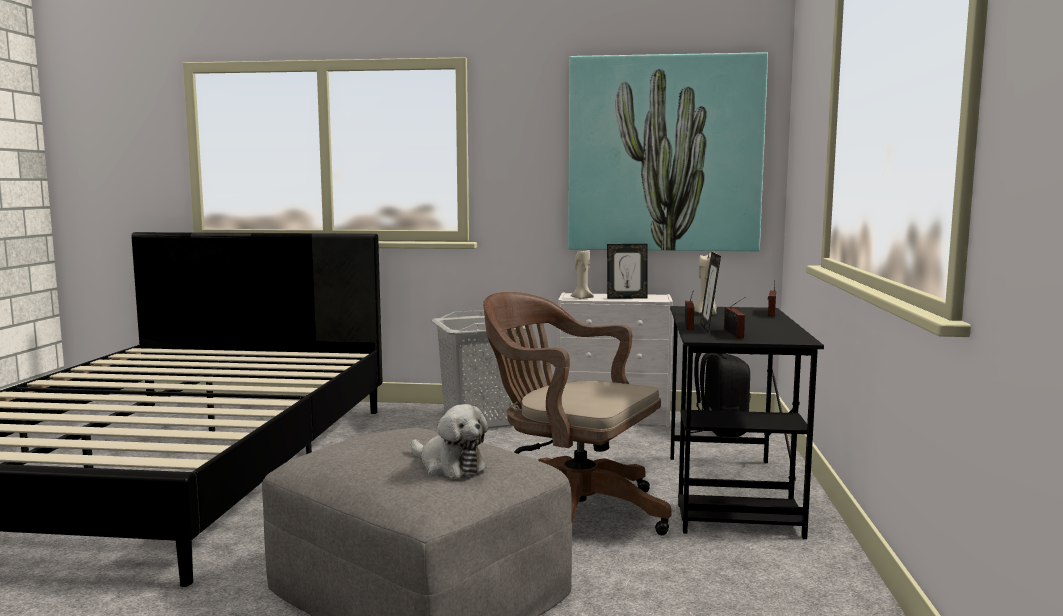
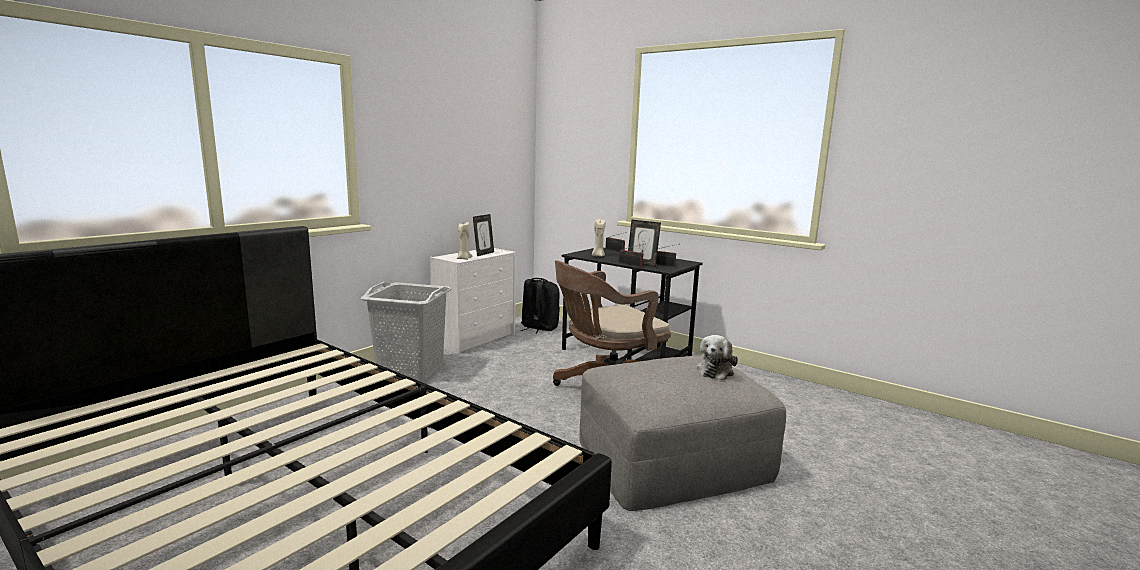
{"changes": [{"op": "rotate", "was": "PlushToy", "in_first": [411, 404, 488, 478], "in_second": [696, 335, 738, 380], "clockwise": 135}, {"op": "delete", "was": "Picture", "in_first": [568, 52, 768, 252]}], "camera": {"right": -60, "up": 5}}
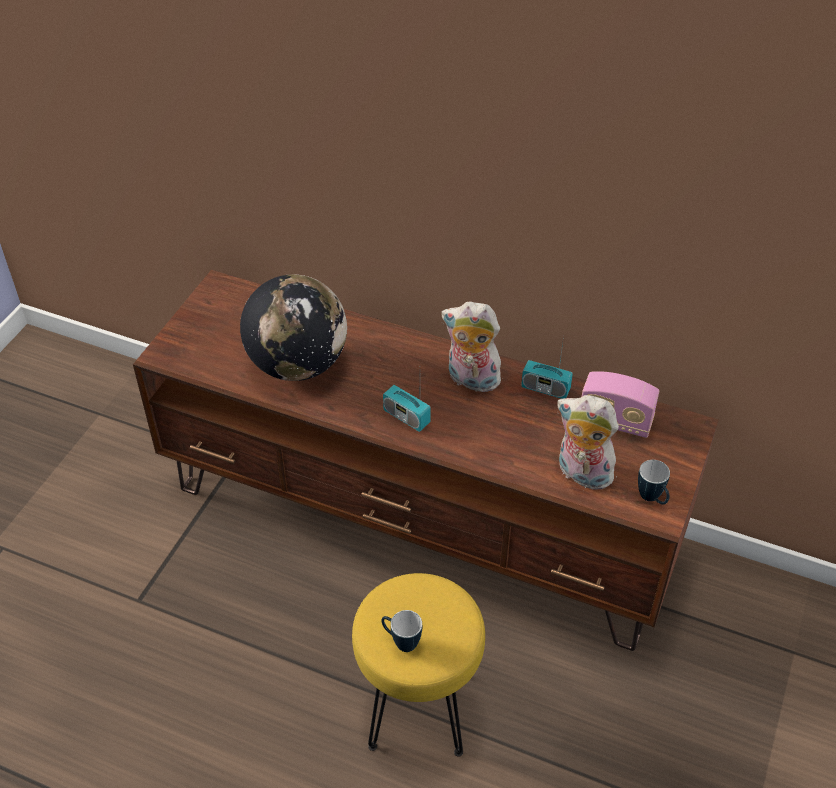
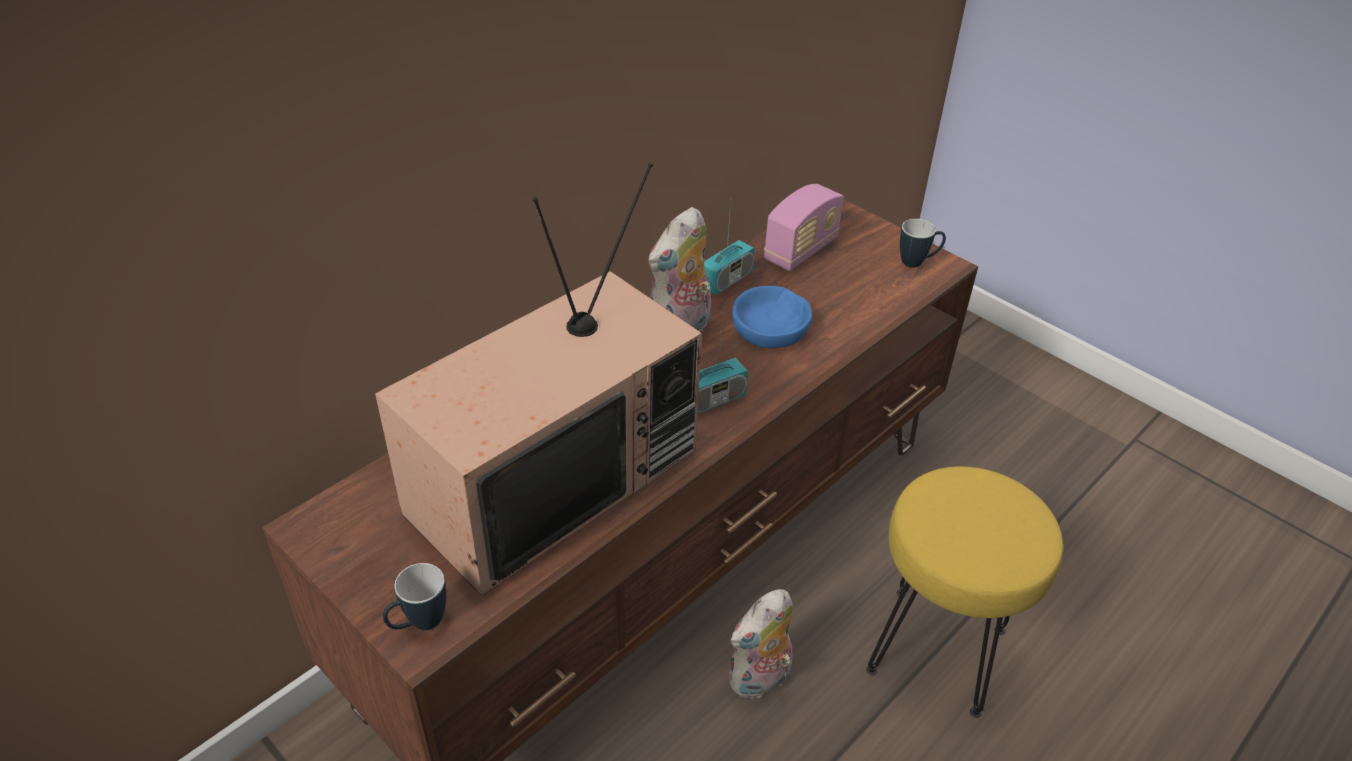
{"changes": [{"op": "replace", "was": "Globe", "now": "Television", "in_first": [240, 274, 347, 381], "in_second": [375, 163, 702, 596]}, {"op": "move", "was": "Mug", "in_first": [381, 610, 422, 652], "in_second": [383, 563, 446, 630]}, {"op": "move", "was": "PlushToy", "in_first": [557, 395, 619, 490], "in_second": [729, 589, 793, 699]}, {"op": "insert", "now": "BlueBowl", "in_second": [732, 286, 812, 348]}], "camera": {"right": -70, "up": -5}}
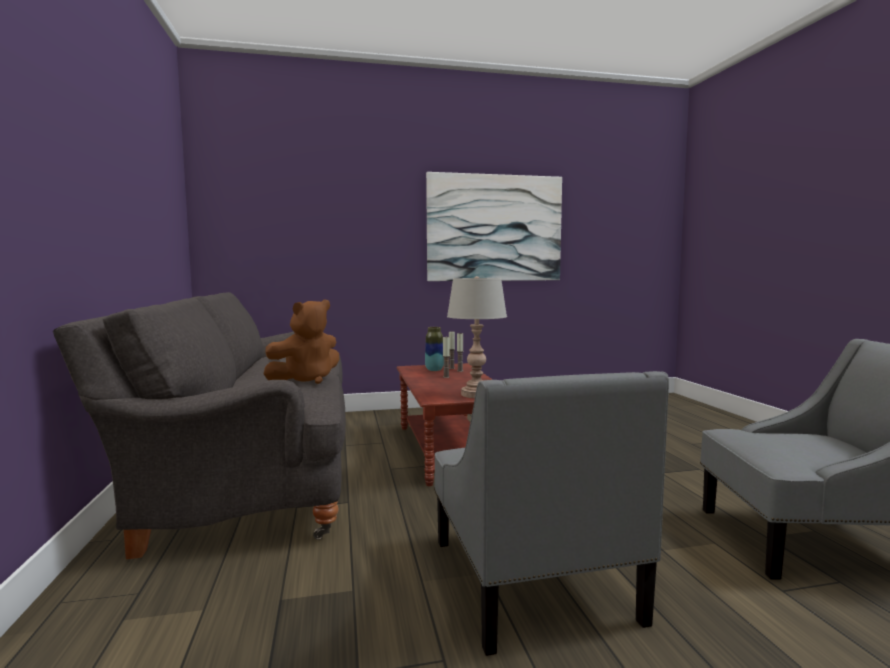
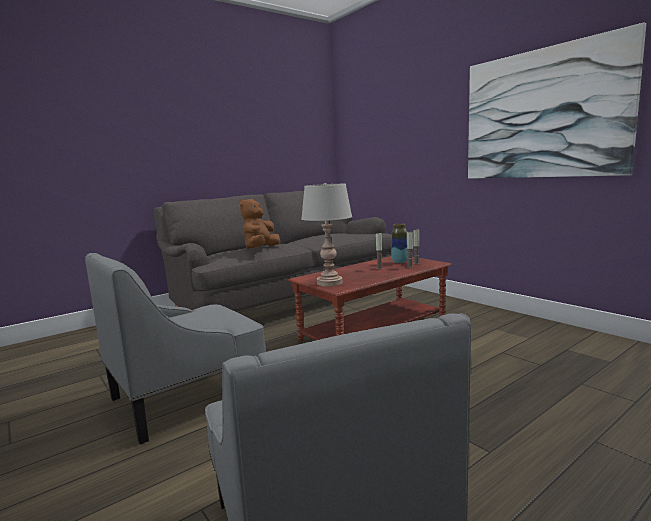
{"changes": [{"op": "rotate", "was": "BrownPlushToy", "in_first": [263, 299, 339, 384], "in_second": [239, 199, 280, 249], "clockwise": 90}], "camera": {"right": 65, "up": 5}}
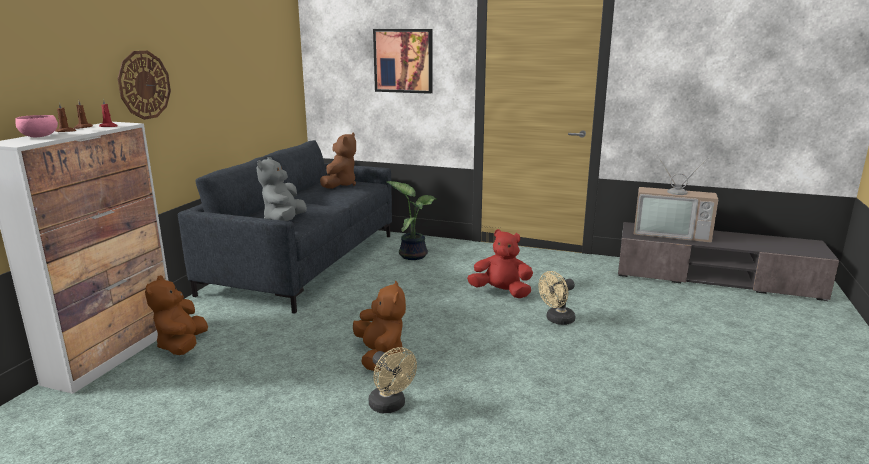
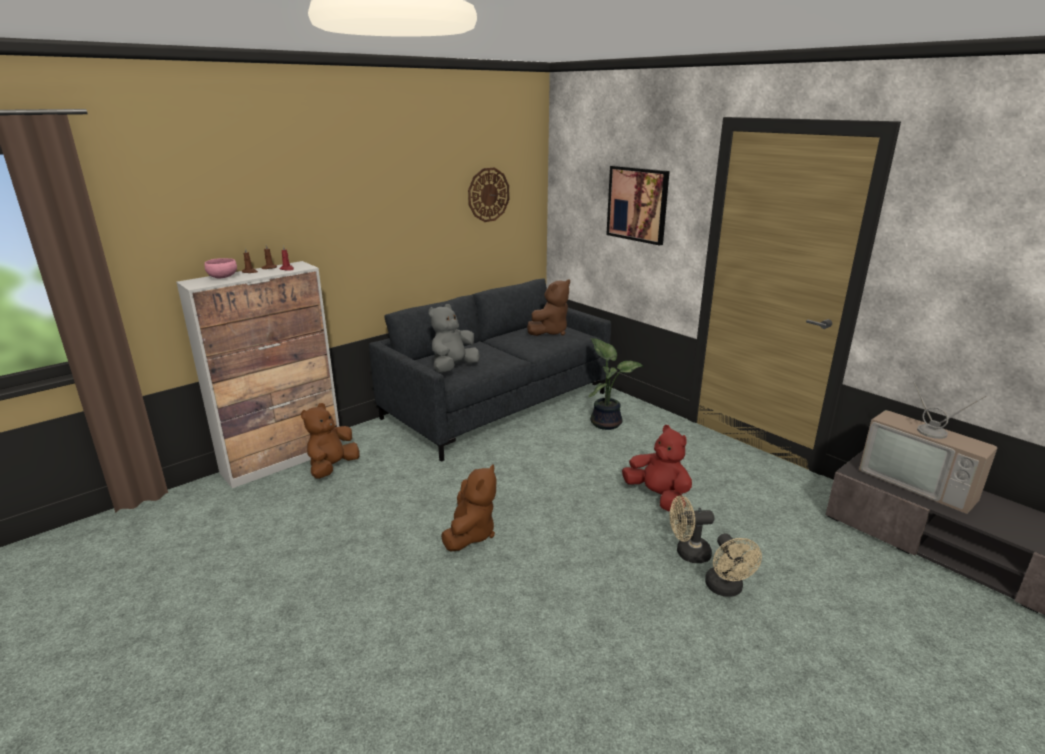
{"changes": [{"op": "move", "was": "WallClock", "in_first": [118, 51, 171, 120], "in_second": [468, 167, 509, 222]}, {"op": "move", "was": "BeigeFan", "in_first": [368, 347, 417, 413], "in_second": [705, 533, 762, 597]}], "camera": {"right": 30, "up": 5}}
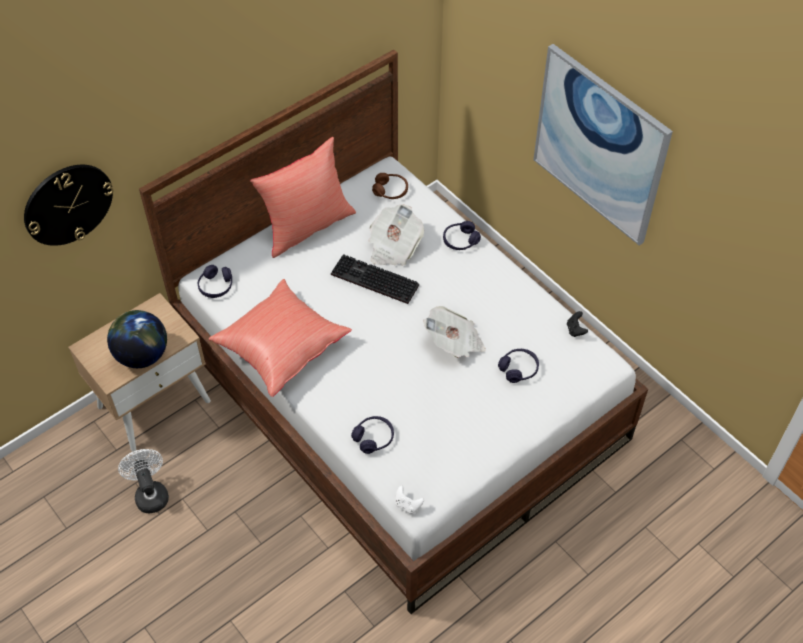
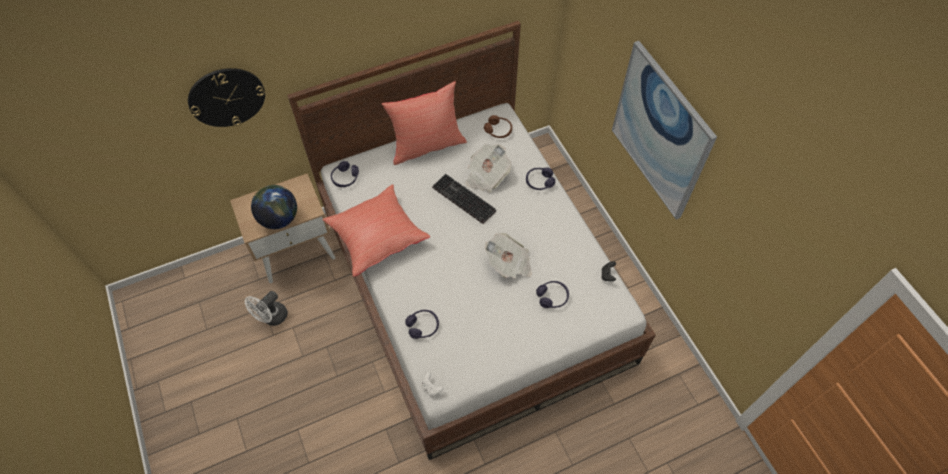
{"changes": [{"op": "rotate", "was": "WhiteFan", "in_first": [118, 449, 169, 513], "in_second": [245, 291, 288, 326], "clockwise": -135}], "camera": {"right": 15, "up": 5}}
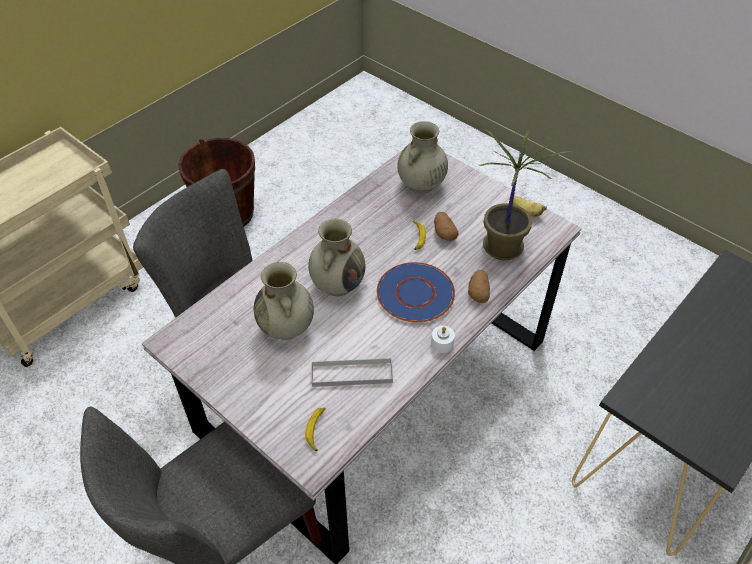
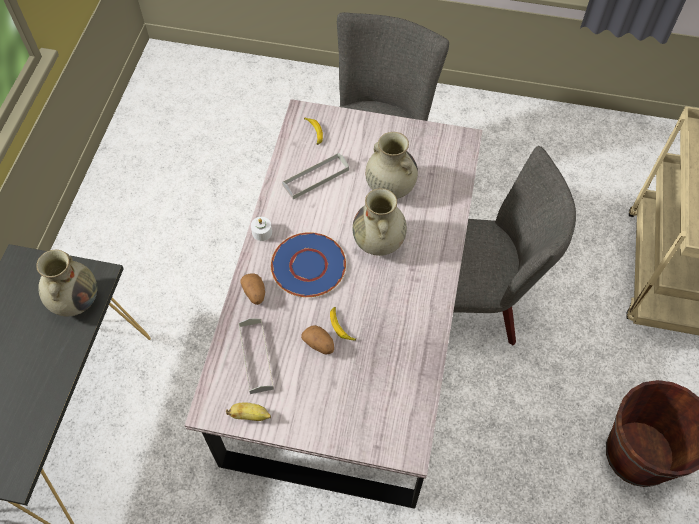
{"changes": [{"op": "move", "was": "BeigeVase", "in_first": [397, 121, 448, 194], "in_second": [36, 250, 97, 316]}, {"op": "replace", "was": "PottedPlant", "now": "GreyTray", "in_first": [480, 128, 572, 260], "in_second": [238, 318, 274, 394]}], "camera": {"right": 150, "up": 10}}
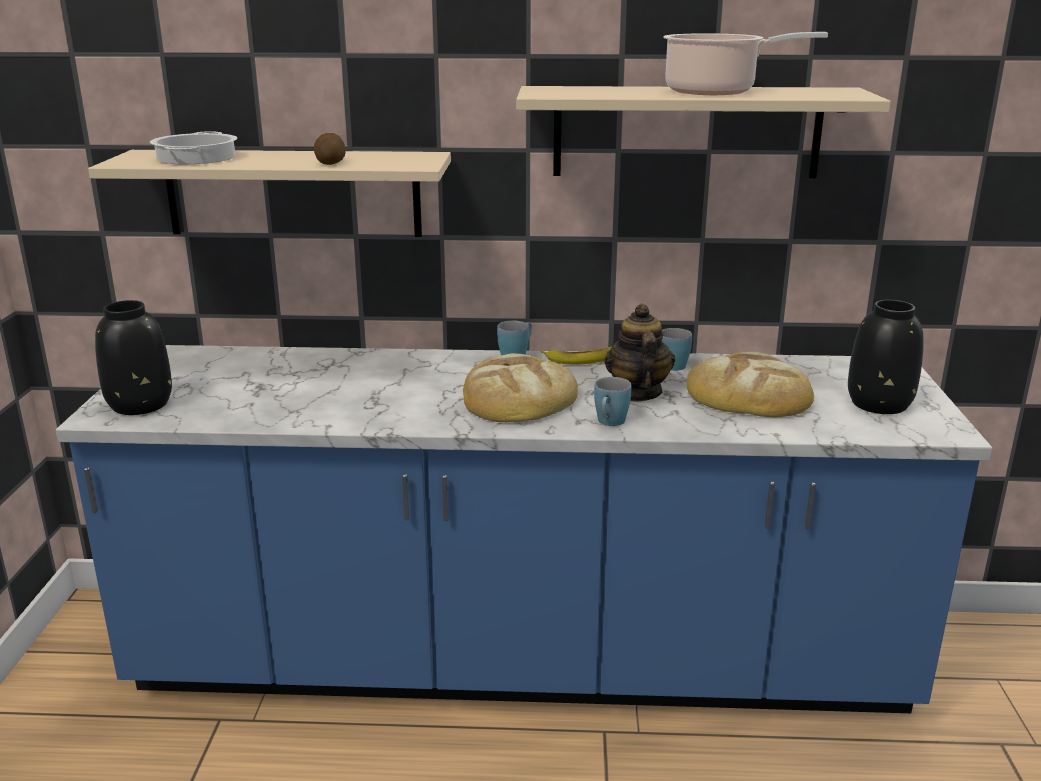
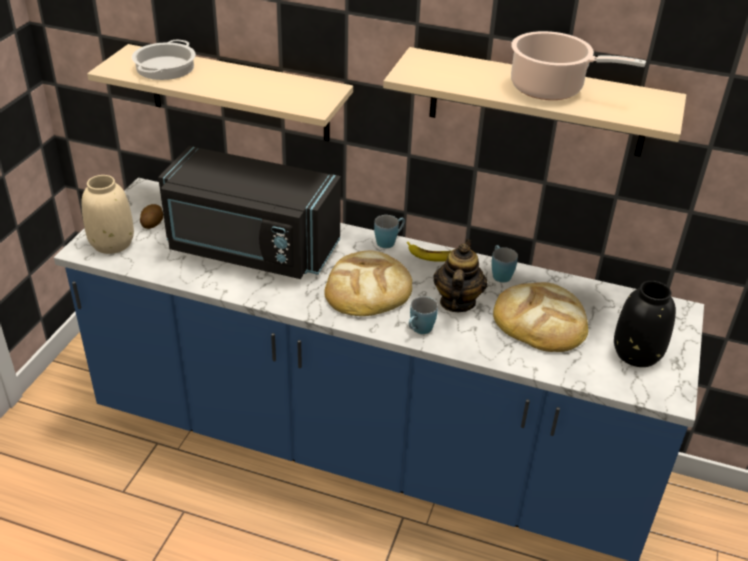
{"changes": [{"op": "recolor", "was": "BlackVase", "now": "BeigeVase", "in_first": [95, 300, 172, 415], "in_second": [82, 175, 134, 254]}, {"op": "move", "was": "Potato", "in_first": [314, 133, 346, 165], "in_second": [140, 204, 163, 229]}, {"op": "insert", "now": "BlackMicrowave", "in_second": [158, 146, 341, 279]}], "camera": {"right": 15, "up": 15}}
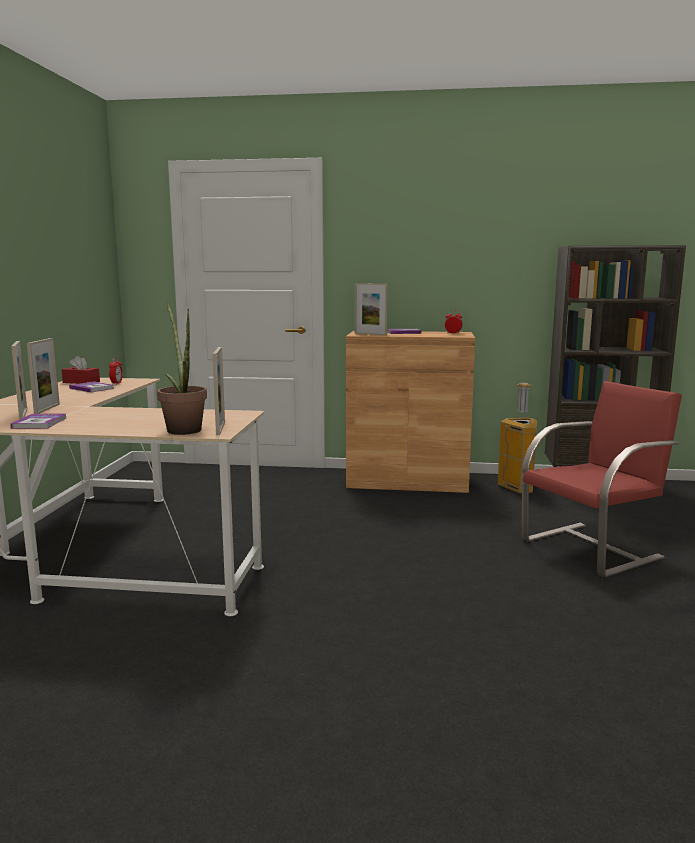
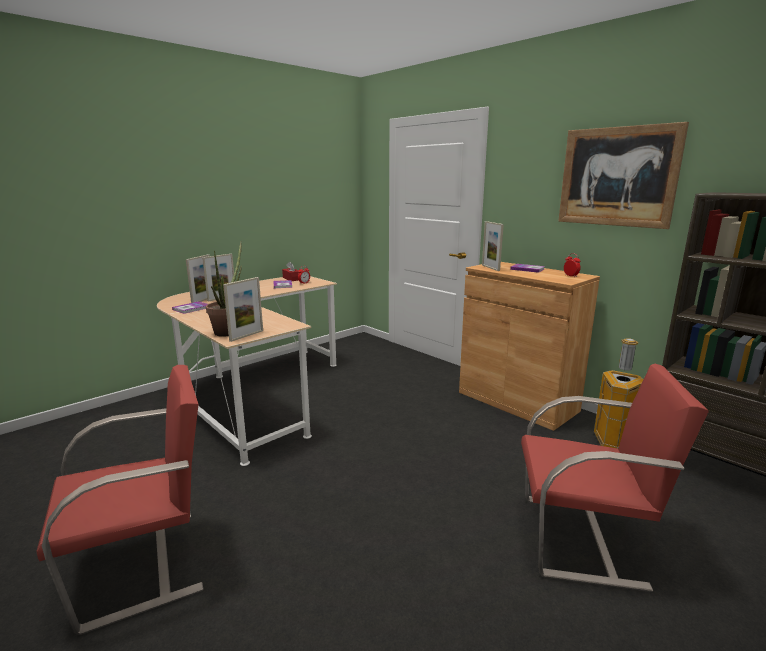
{"changes": [{"op": "insert", "now": "RedChair", "in_second": [37, 365, 204, 635]}, {"op": "insert", "now": "Picture", "in_second": [558, 122, 689, 229]}], "camera": {"right": 40, "up": 5}}
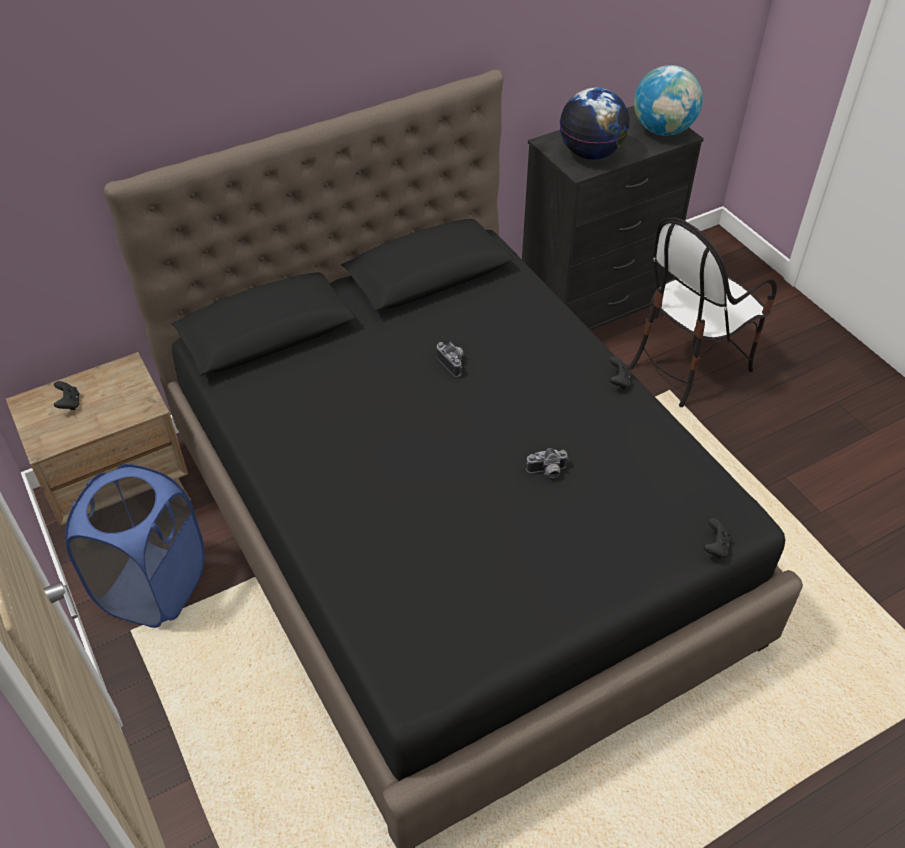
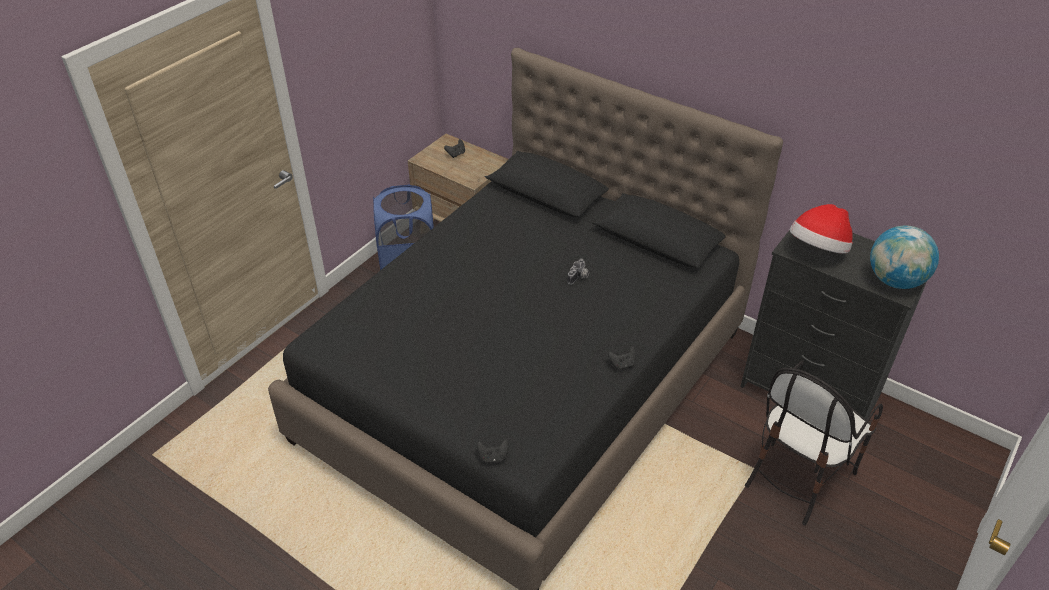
{"changes": [{"op": "delete", "was": "PhotoCamera", "in_first": [526, 448, 569, 478]}, {"op": "replace", "was": "Globe", "now": "Hat", "in_first": [560, 88, 630, 160], "in_second": [790, 204, 853, 254]}, {"op": "rotate", "was": "Chair", "in_first": [630, 217, 777, 407], "in_second": [745, 360, 883, 526], "clockwise": -75}], "camera": {"right": 65, "up": -5}}
